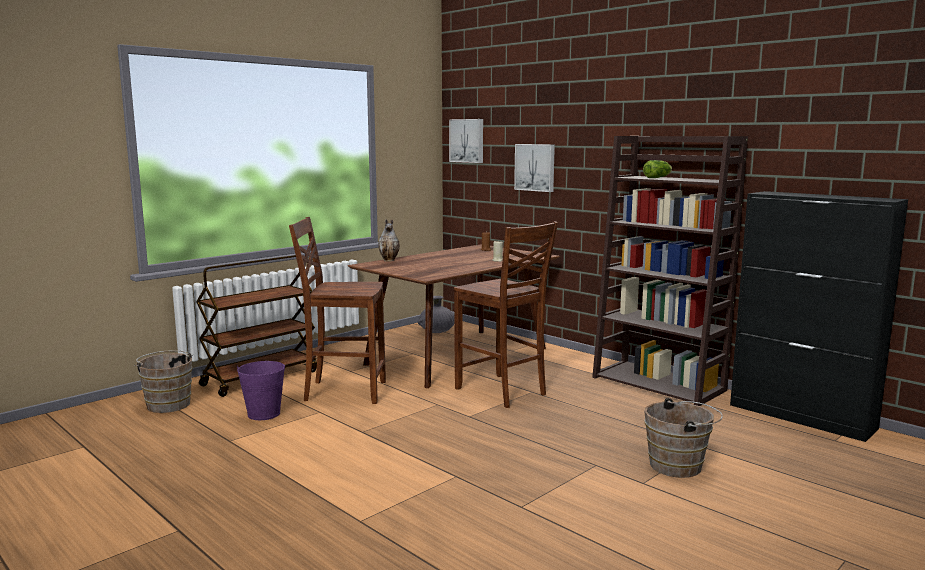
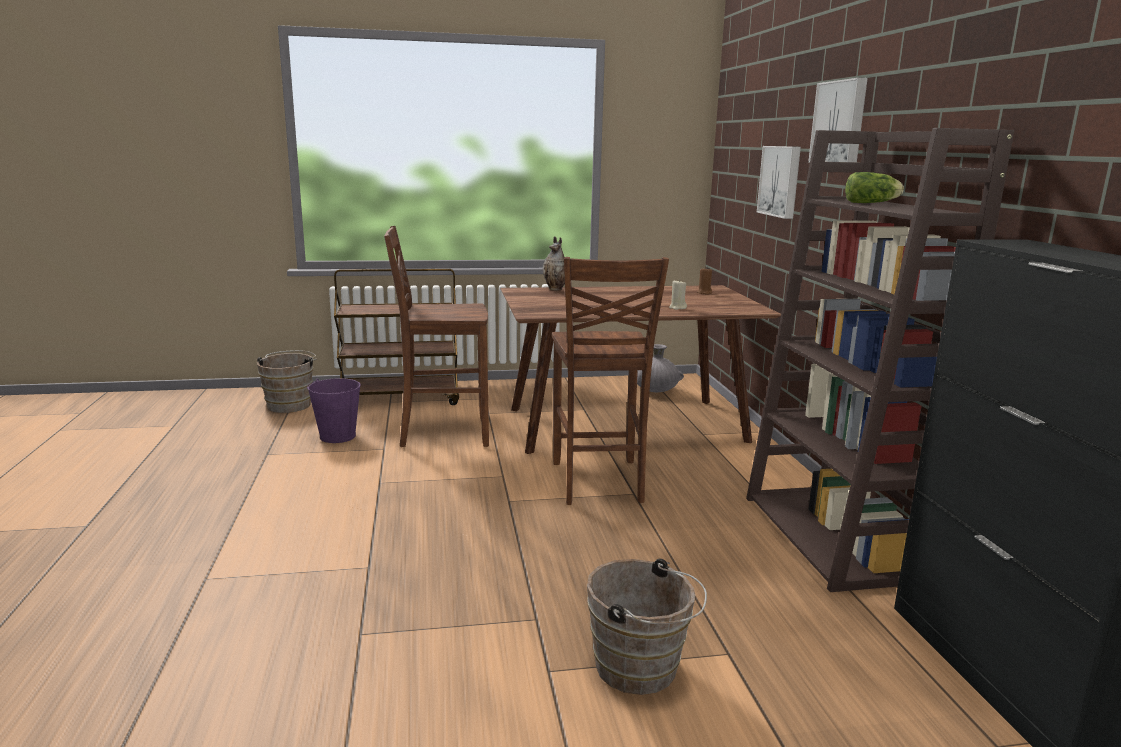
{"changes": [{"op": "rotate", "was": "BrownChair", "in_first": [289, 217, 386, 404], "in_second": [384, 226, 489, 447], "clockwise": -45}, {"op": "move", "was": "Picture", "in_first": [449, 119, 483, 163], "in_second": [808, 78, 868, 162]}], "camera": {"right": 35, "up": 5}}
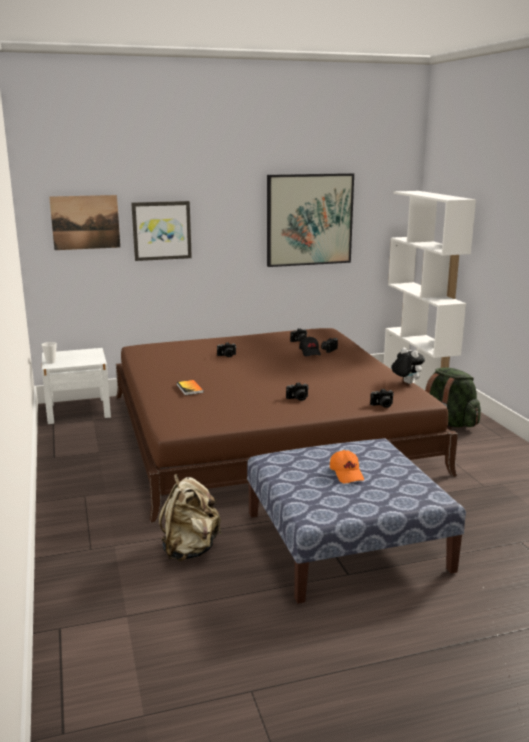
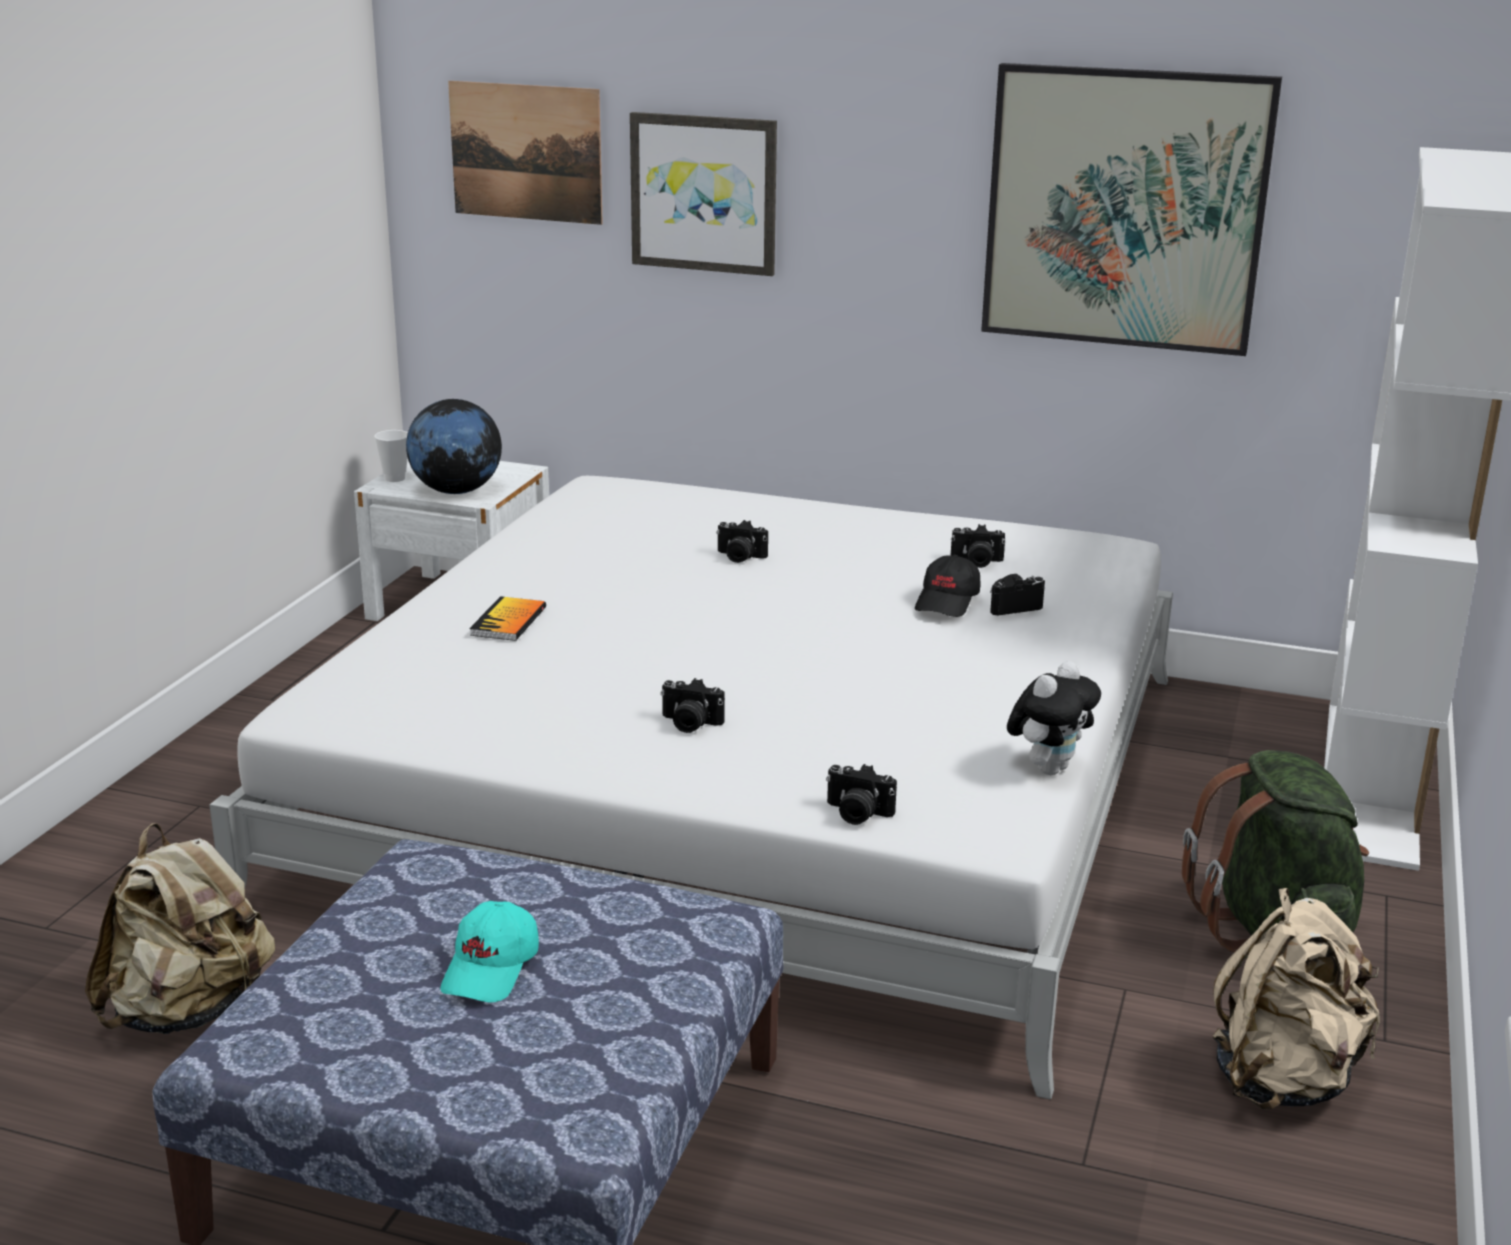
{"changes": [{"op": "recolor", "was": "BrownBed", "now": "WhiteBed", "in_first": [116, 328, 458, 523], "in_second": [209, 476, 1173, 1099]}, {"op": "recolor", "was": "OrangeCap", "now": "TurquoiseCap", "in_first": [330, 450, 364, 483], "in_second": [440, 901, 539, 1003]}, {"op": "rotate", "was": "PlushToy", "in_first": [391, 347, 425, 384], "in_second": [1007, 661, 1101, 775], "clockwise": 45}, {"op": "insert", "now": "Globe", "in_second": [406, 399, 502, 494]}, {"op": "insert", "now": "BeigeBackpack", "in_second": [1213, 888, 1380, 1110]}], "camera": {"right": 35, "up": 5}}
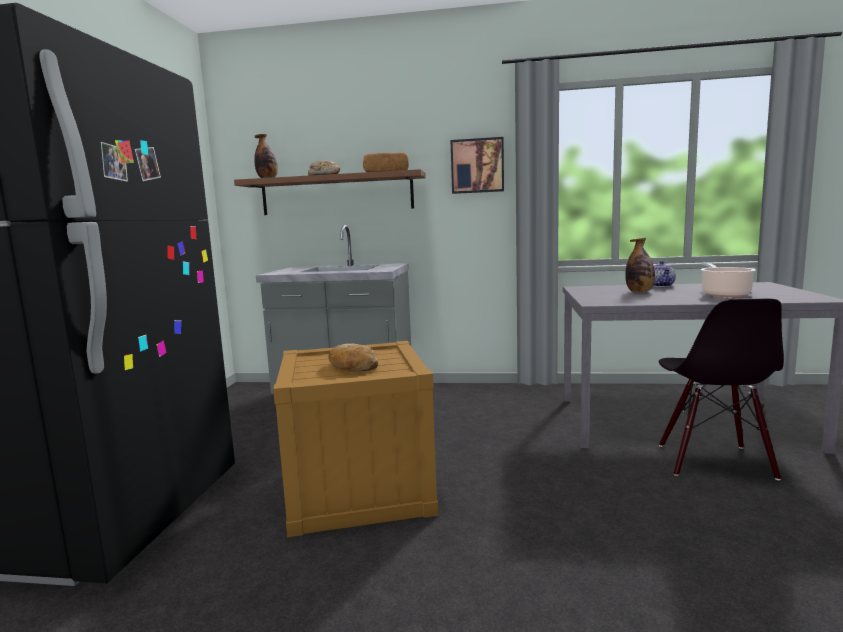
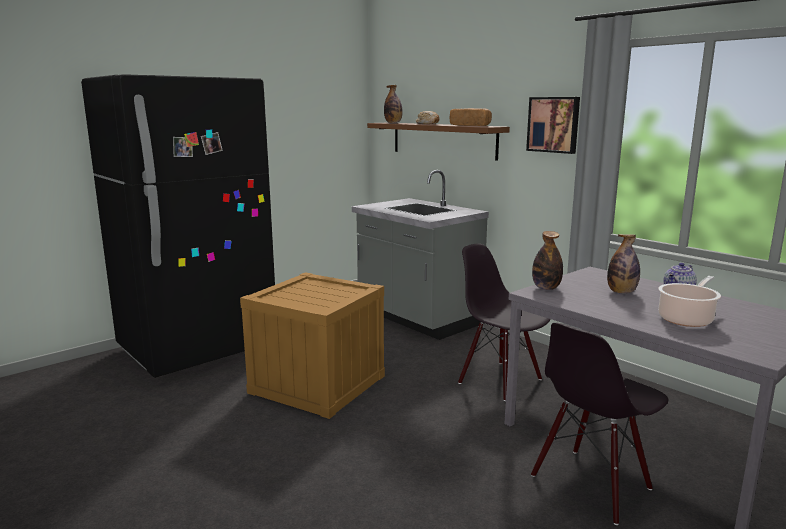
{"changes": [{"op": "delete", "was": "Bread", "in_first": [329, 344, 378, 371]}, {"op": "insert", "now": "BlackChair", "in_second": [458, 243, 551, 401]}, {"op": "insert", "now": "Bottle", "in_second": [532, 231, 563, 290]}], "camera": {"right": 40, "up": 5}}
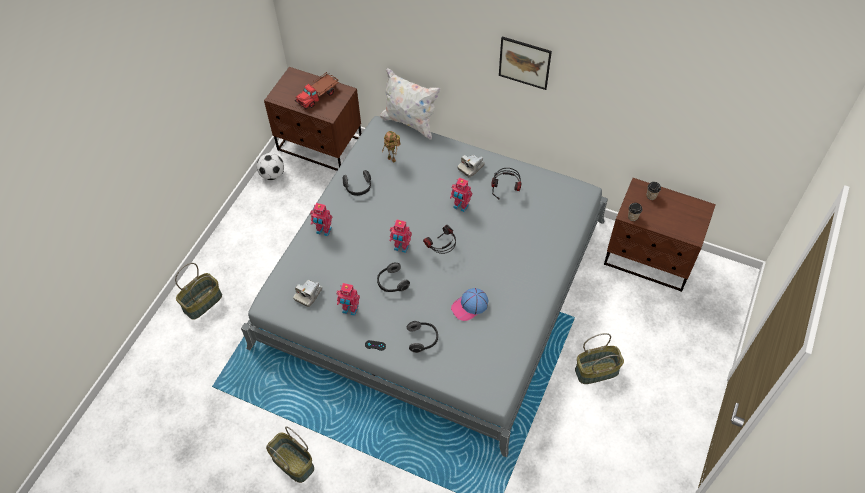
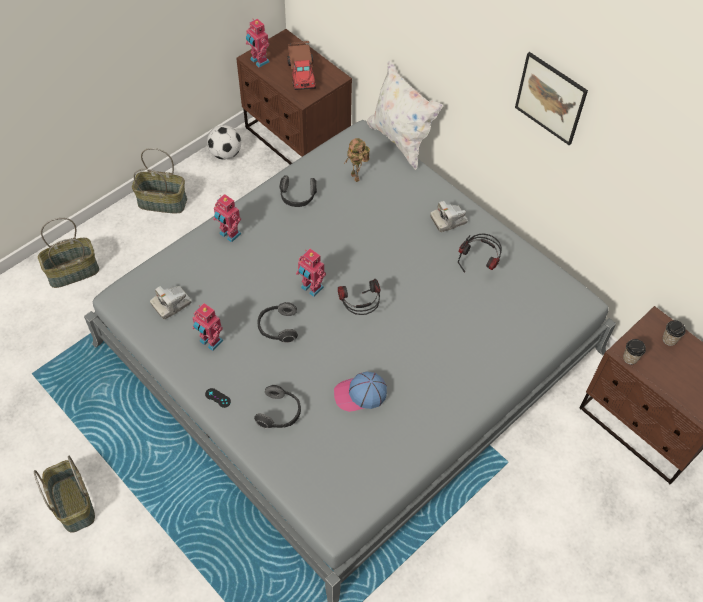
{"changes": [{"op": "rotate", "was": "ToyTruck", "in_first": [295, 71, 339, 109], "in_second": [287, 41, 316, 90], "clockwise": -75}, {"op": "move", "was": "ToyRobot", "in_first": [450, 178, 472, 212], "in_second": [246, 19, 269, 67]}, {"op": "move", "was": "Basket", "in_first": [575, 333, 624, 384], "in_second": [132, 148, 187, 214]}], "camera": {"right": 20, "up": 0}}
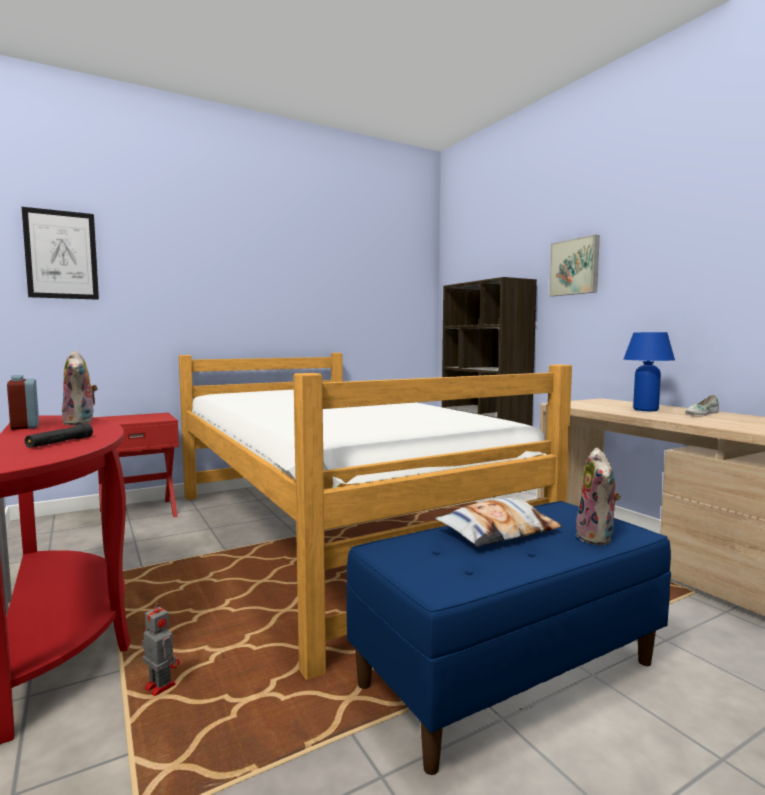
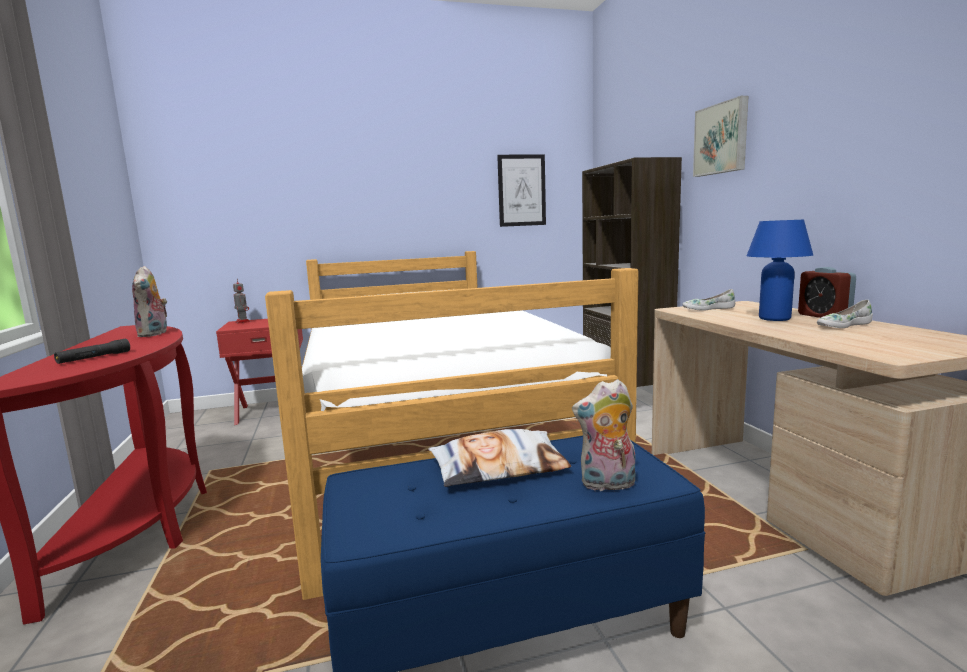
{"changes": [{"op": "move", "was": "AlarmClock", "in_first": [7, 375, 39, 430], "in_second": [798, 267, 856, 318]}, {"op": "move", "was": "Picture", "in_first": [22, 207, 99, 300], "in_second": [497, 154, 546, 227]}, {"op": "move", "was": "ToyRobot", "in_first": [142, 601, 180, 696], "in_second": [233, 279, 251, 324]}, {"op": "rotate", "was": "PlushToy", "in_first": [576, 448, 621, 545], "in_second": [572, 379, 636, 491], "clockwise": 60}, {"op": "insert", "now": "WhiteShoe", "in_second": [682, 289, 735, 311]}], "camera": {"right": 15, "up": 5}}
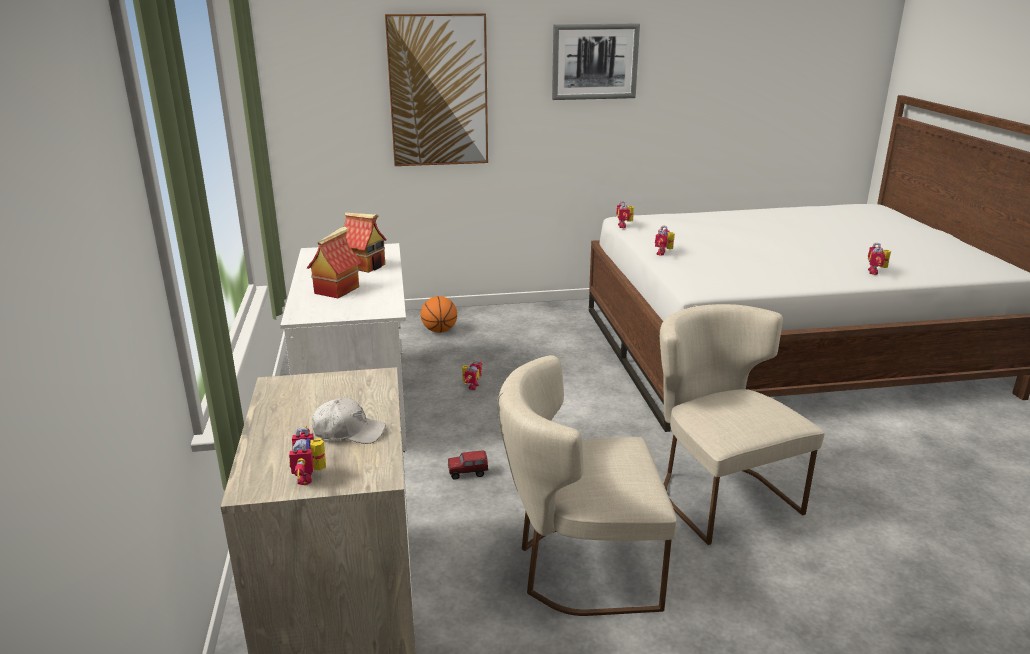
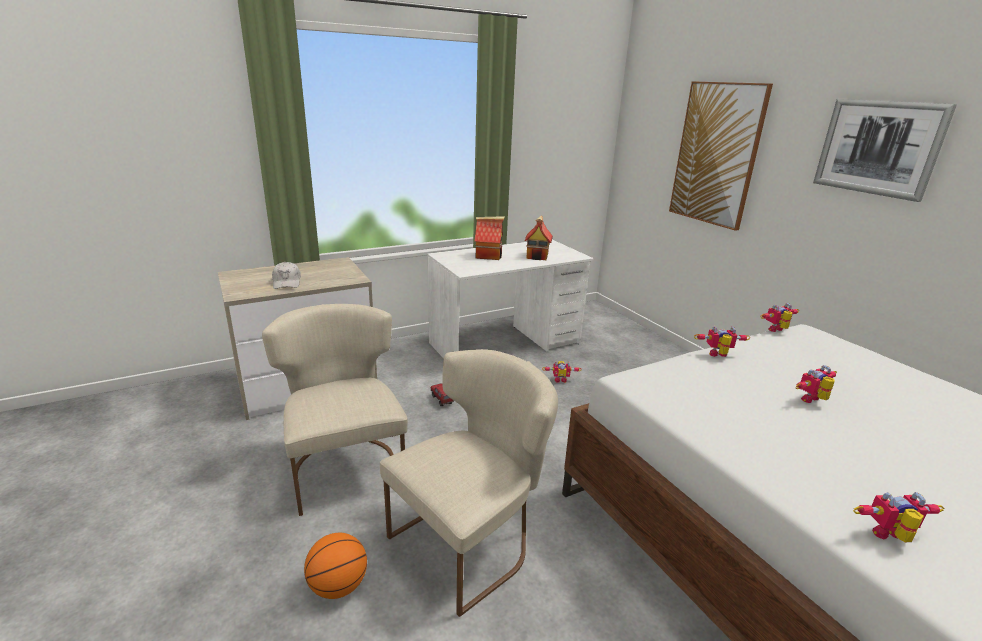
{"changes": [{"op": "move", "was": "ToyRobot", "in_first": [289, 426, 326, 485], "in_second": [795, 365, 837, 403]}, {"op": "move", "was": "Basketball", "in_first": [421, 296, 457, 333], "in_second": [304, 533, 367, 599]}], "camera": {"right": 70, "up": 0}}
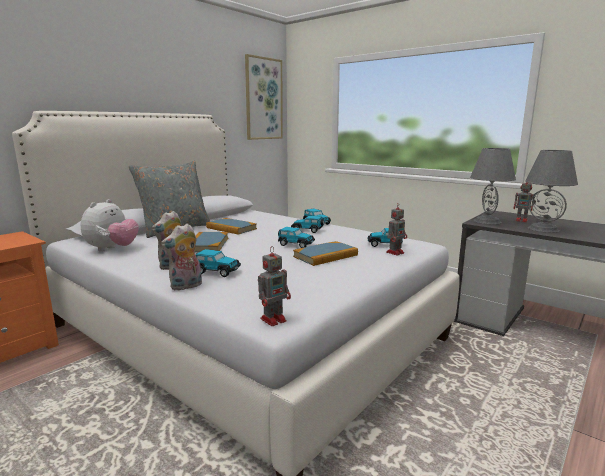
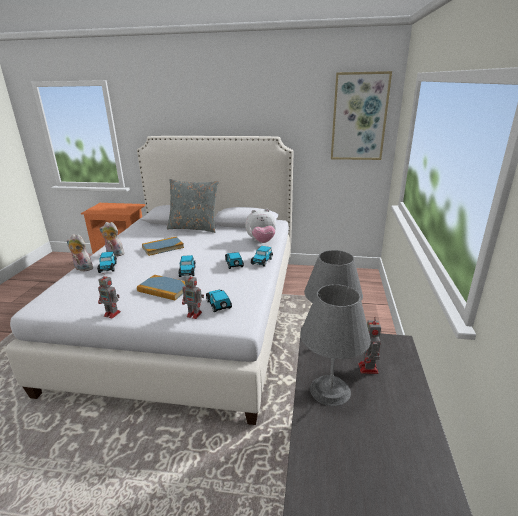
{"changes": [{"op": "move", "was": "PlushToy", "in_first": [81, 199, 139, 251], "in_second": [245, 209, 276, 243]}, {"op": "delete", "was": "Book", "in_first": [206, 218, 257, 235]}, {"op": "move", "was": "ToyRobot", "in_first": [258, 246, 291, 326], "in_second": [98, 276, 121, 318]}], "camera": {"right": 60, "up": 10}}
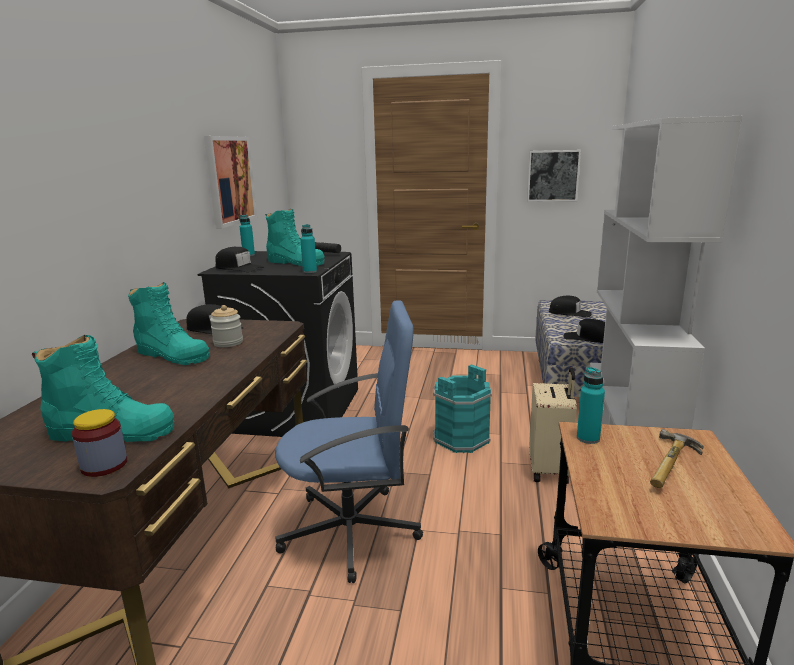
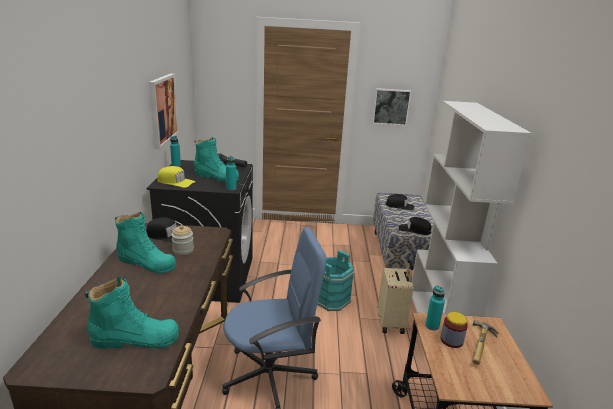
{"changes": [{"op": "move", "was": "Jar", "in_first": [72, 409, 127, 477], "in_second": [440, 312, 468, 348]}, {"op": "recolor", "was": "BlackCap", "now": "YellowCap", "in_first": [215, 247, 264, 272], "in_second": [157, 166, 195, 188]}], "camera": {"right": -10, "up": 5}}
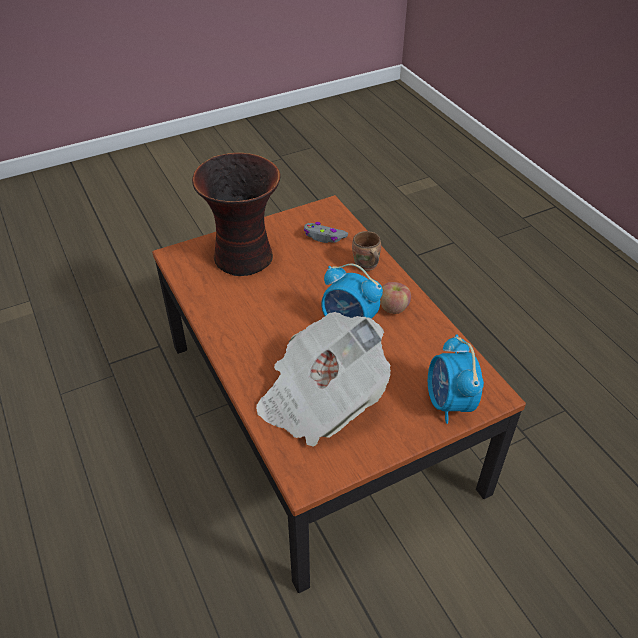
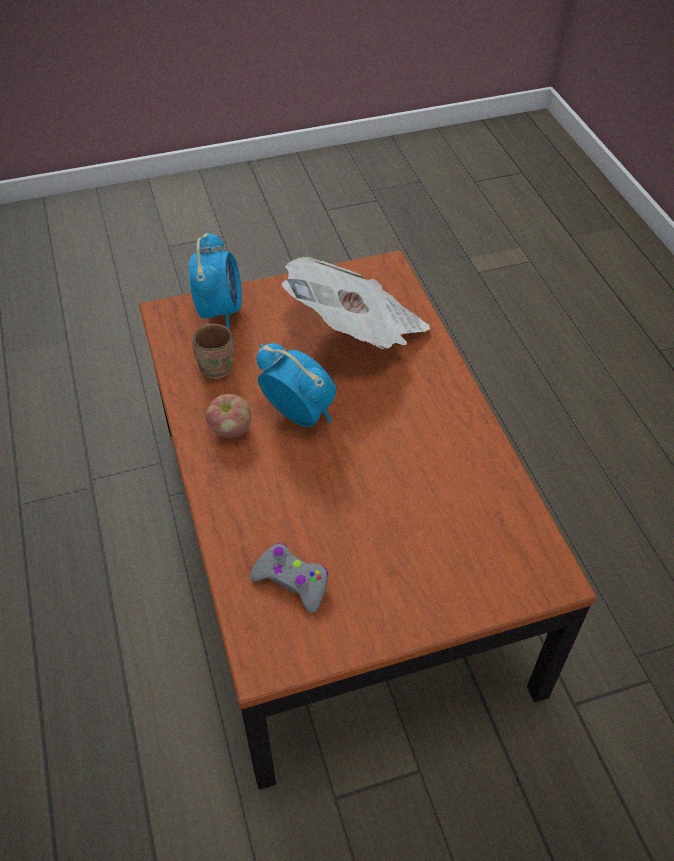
{"changes": [{"op": "delete", "was": "Vase", "in_first": [192, 153, 281, 276]}, {"op": "move", "was": "BrownMug", "in_first": [352, 231, 381, 271], "in_second": [192, 323, 234, 379]}], "camera": {"right": -170, "up": 5}}
